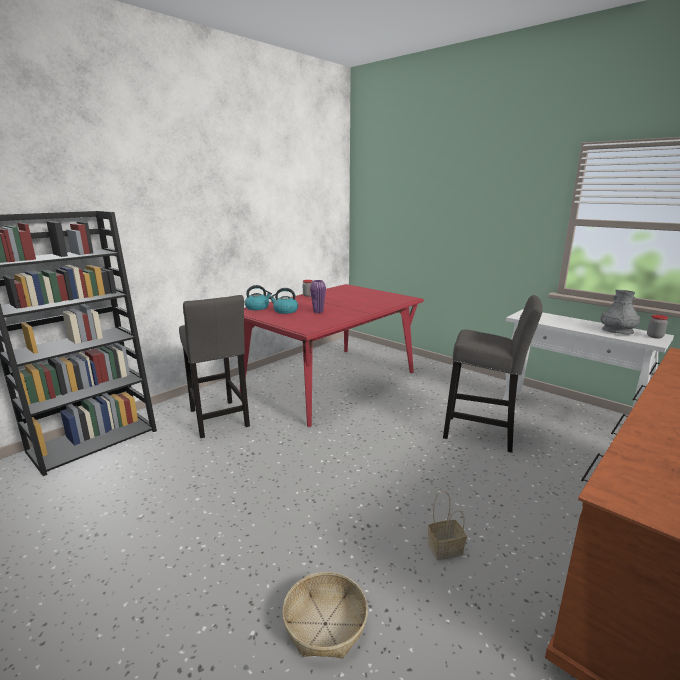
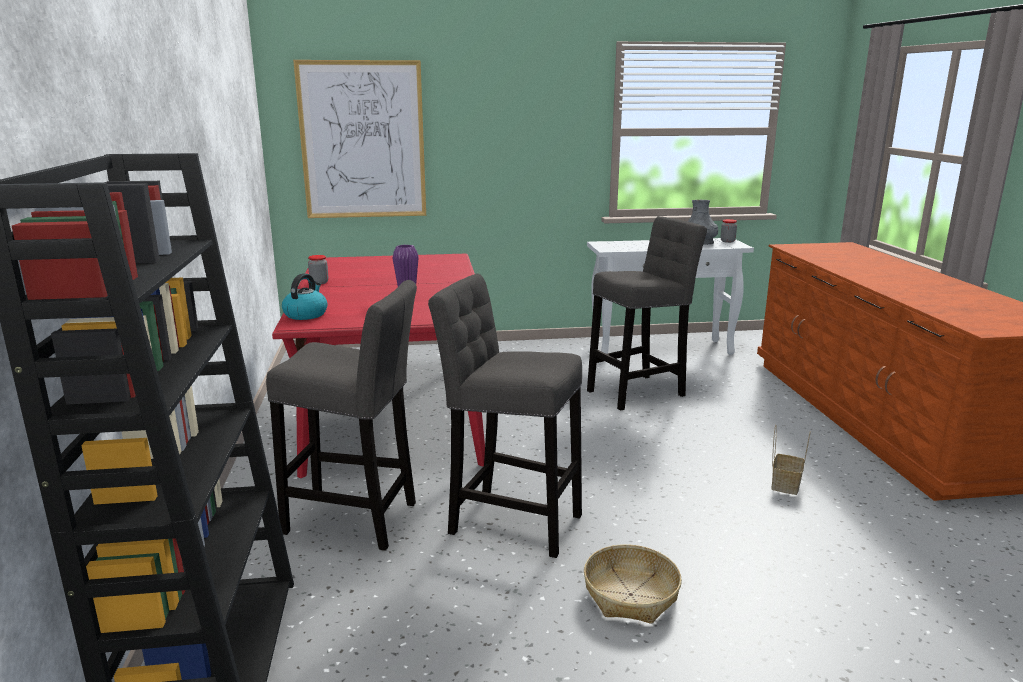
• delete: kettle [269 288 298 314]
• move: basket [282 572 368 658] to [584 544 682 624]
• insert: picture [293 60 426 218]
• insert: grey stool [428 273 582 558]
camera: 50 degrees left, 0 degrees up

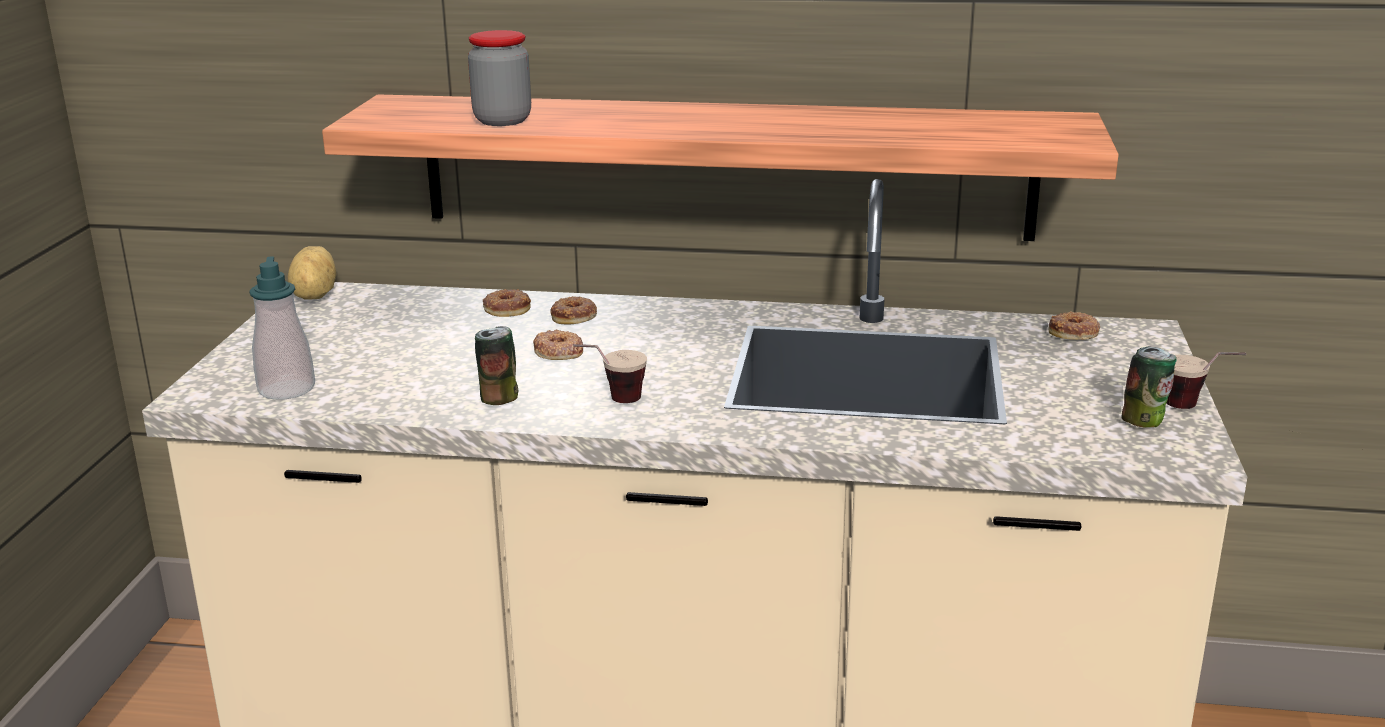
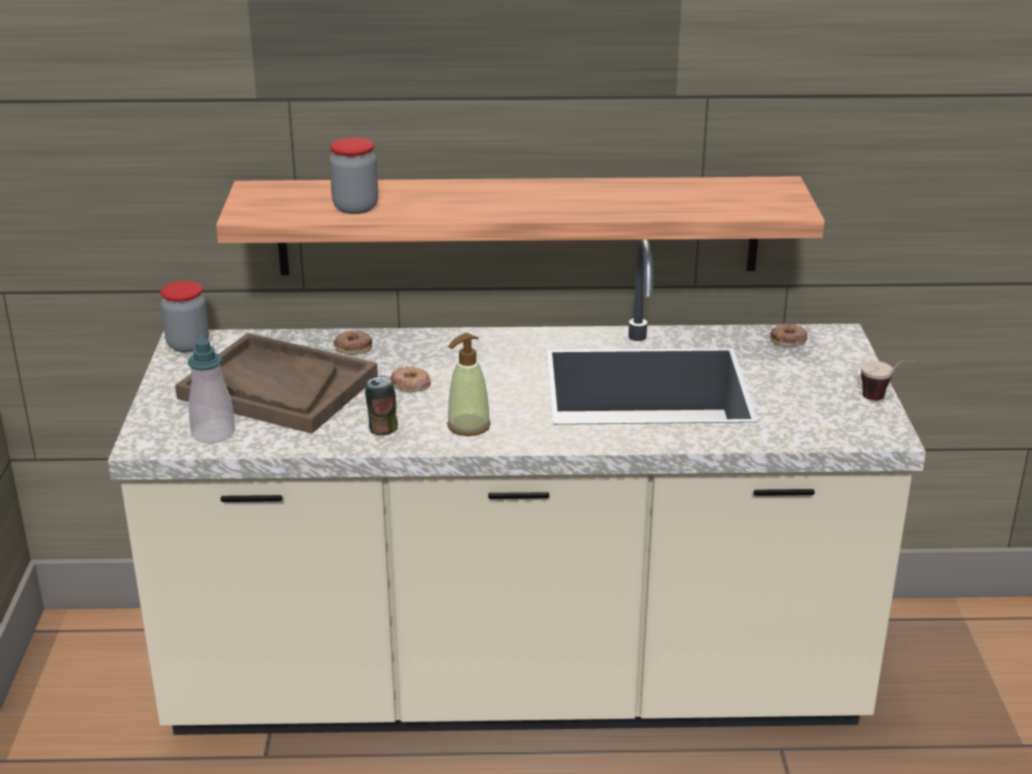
• replace: potato [288 246 337 300] to jar [160 281 209 352]
• delete: donut [550 296 597 324]
• replace: cup [573 344 647 403] to soap dispenser [447 333 491 436]
• delete: can [1121 347 1177 428]
• insert: brown tray [175 333 378 434]
camera: 10 degrees left, 5 degrees up

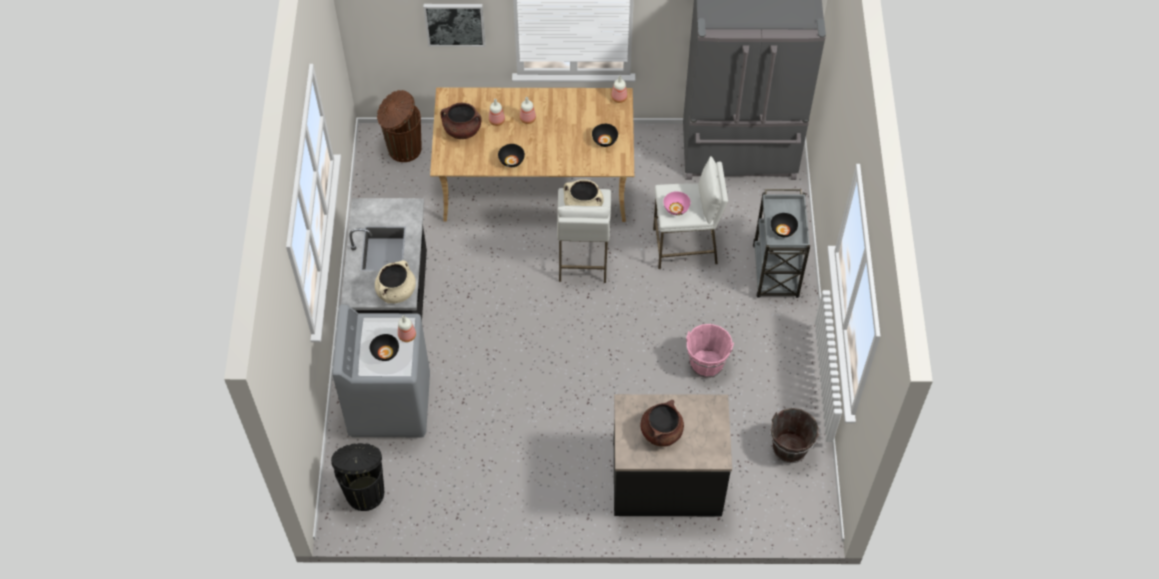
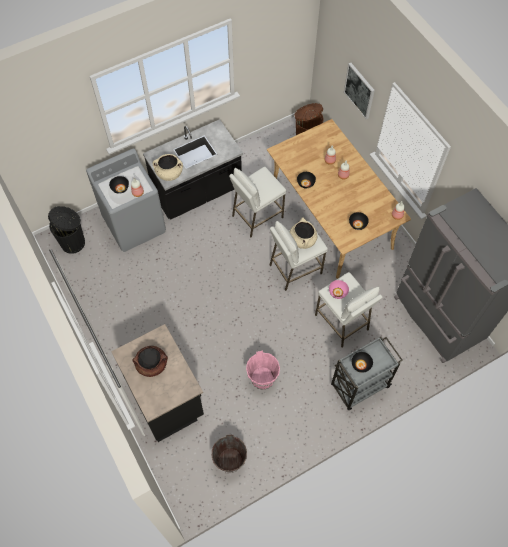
• delete: brown cooking pot [440 103 482 139]
• insert: white stool [229 167 286 238]
camera: 60 degrees right, 5 degrees up

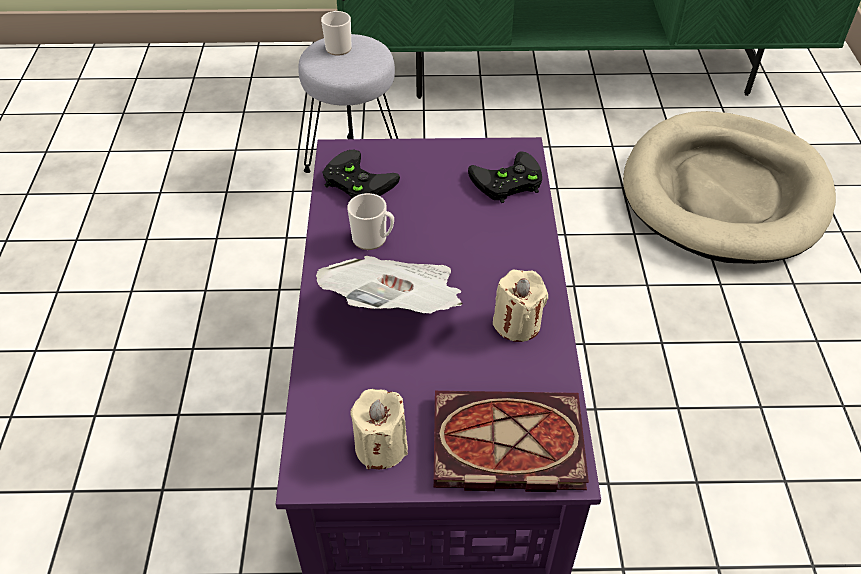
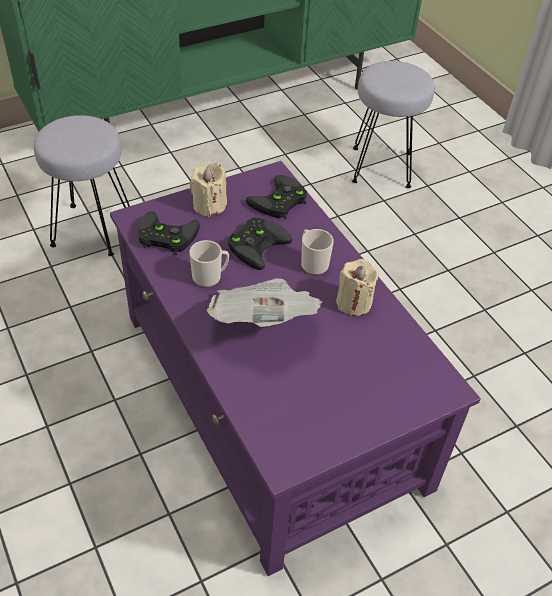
• move: mug [321 11 352 56] to [301 229 334 275]
• replace: beige dog bed [623 111 836 264] to grey stool [352 61 435 188]
• move: beige candle [350 389 408 469] to [190 163 227 217]
• delete: book [434 391 589 492]
• insert: black game controller [228 217 292 270]
camera: 30 degrees left, 0 degrees up

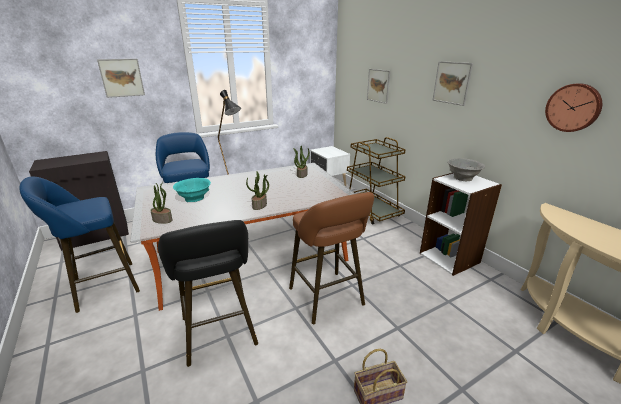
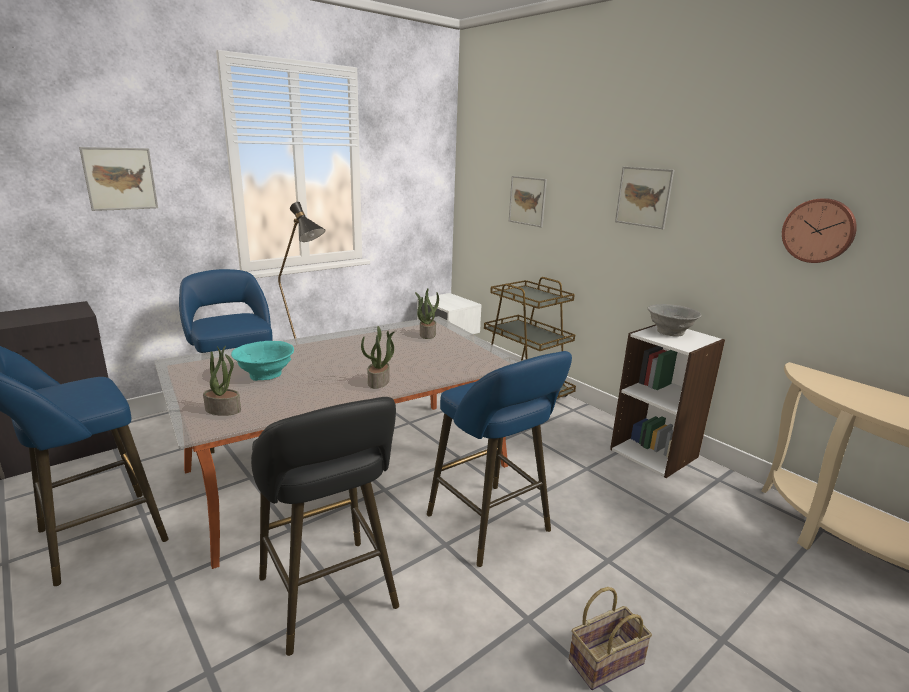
• recolor: brown stool [289 192 374 324] to blue stool [427 351 572 567]
camera: 10 degrees left, 5 degrees down

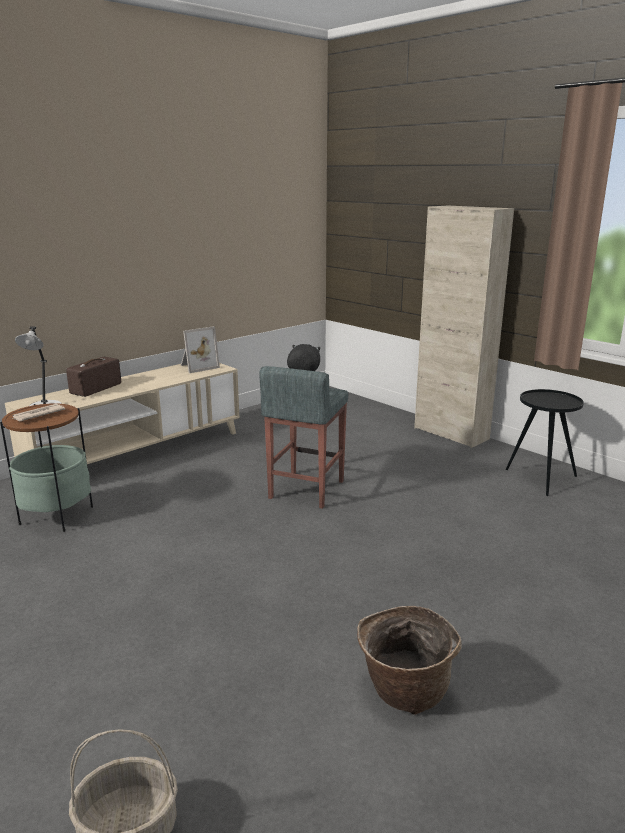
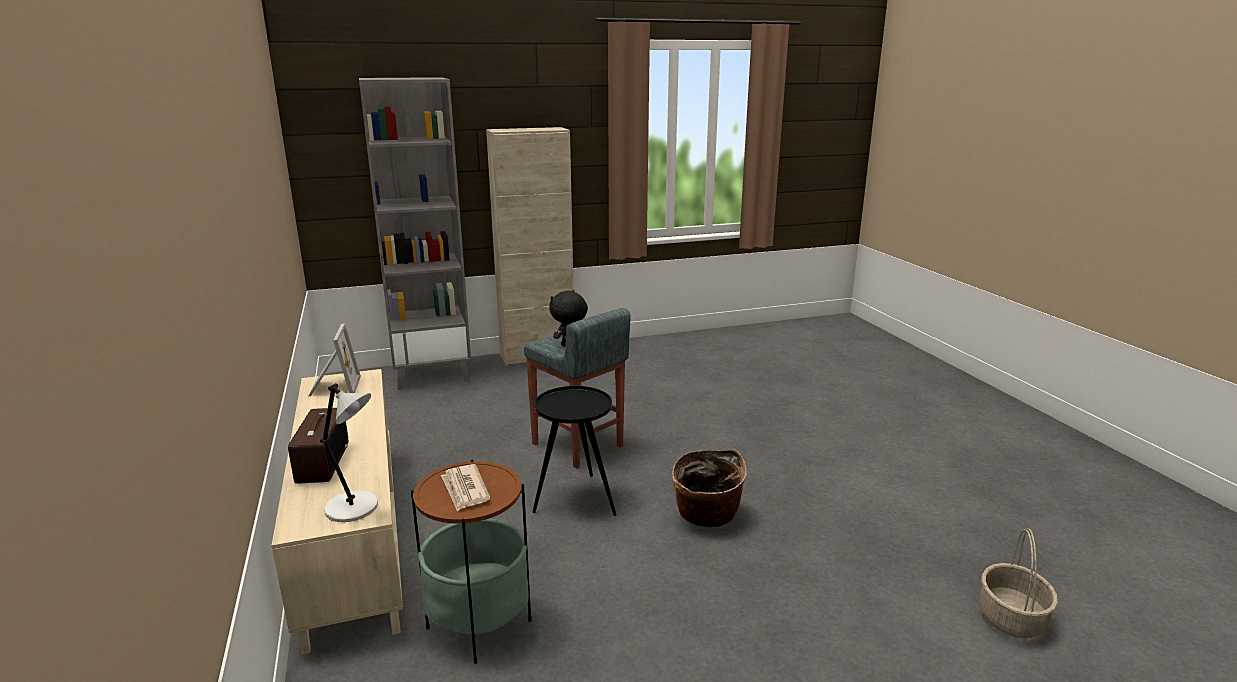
• rotate: radio [66 357 121 397] = [288 408 348 484] 150 degrees counterclockwise
• move: black side table [506 389 584 496] to [532 386 616 516]
• move: basket [357 606 462 715] to [672 450 747 527]
• insert: grey bookcase [359 77 471 390]
camera: 65 degrees left, 0 degrees up

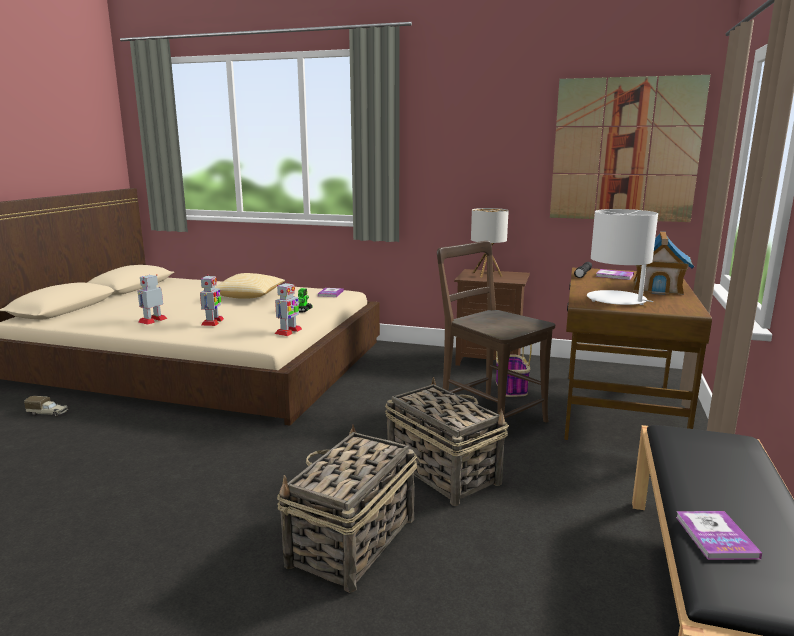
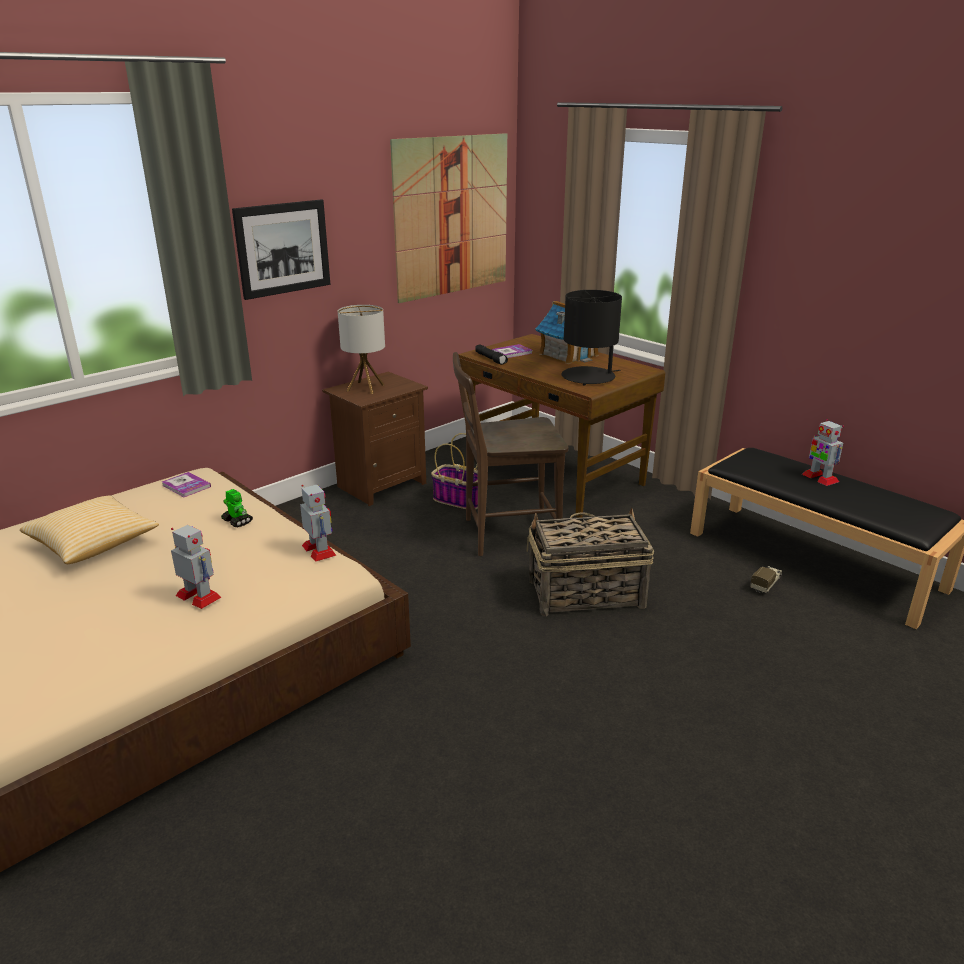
• recolor: white table lamp [587 209 658 305] to black table lamp [561 290 622 386]
• move: toy robot [137 274 168 325] to [802 419 844 486]
• move: toy truck [24 396 68 417] to [750 566 782 593]
• delete: basket [277 425 417 593]
• delete: book [676 511 762 560]
• insert: picture [232 199 330 300]
camera: 60 degrees left, 10 degrees up

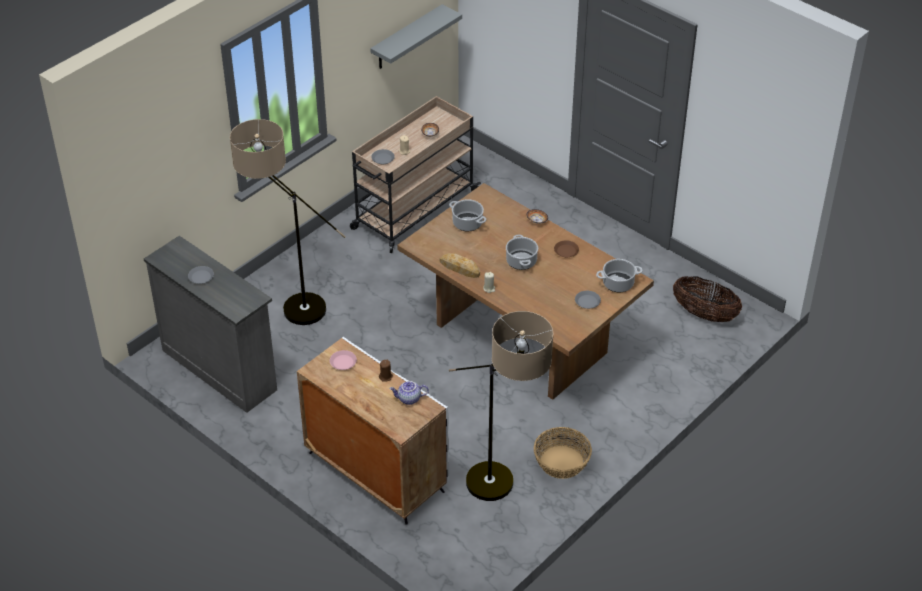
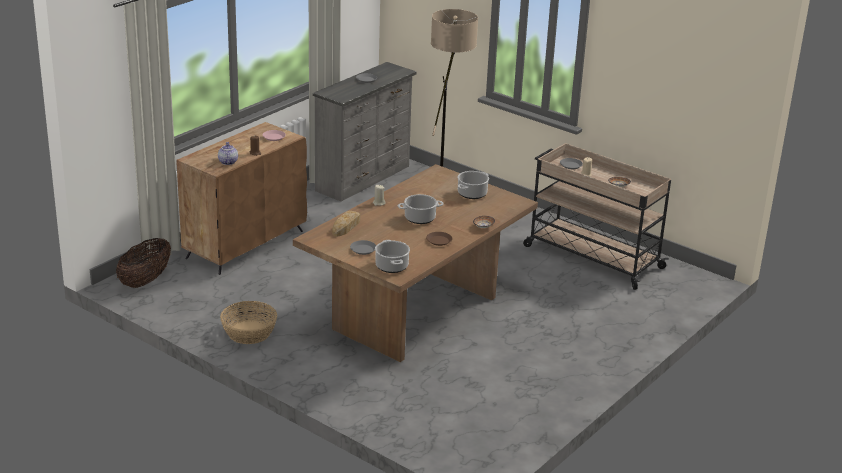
• delete: grey shelf [370 4 462 69]
• move: bread [440 253 480 278] to [332 211 360 237]
• move: basket [673 276 742 322] to [116 238 171 288]
• delete: floor lamp [449 311 554 501]
• recolor: white cabinet [297 337 449 525] to brown cabinet [176 122 307 275]
camera: 85 degrees right, 15 degrees down

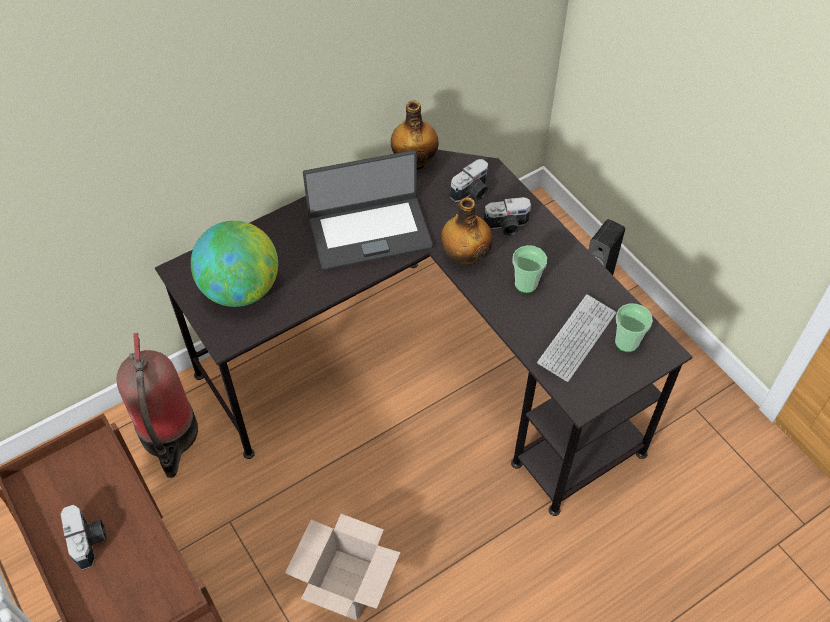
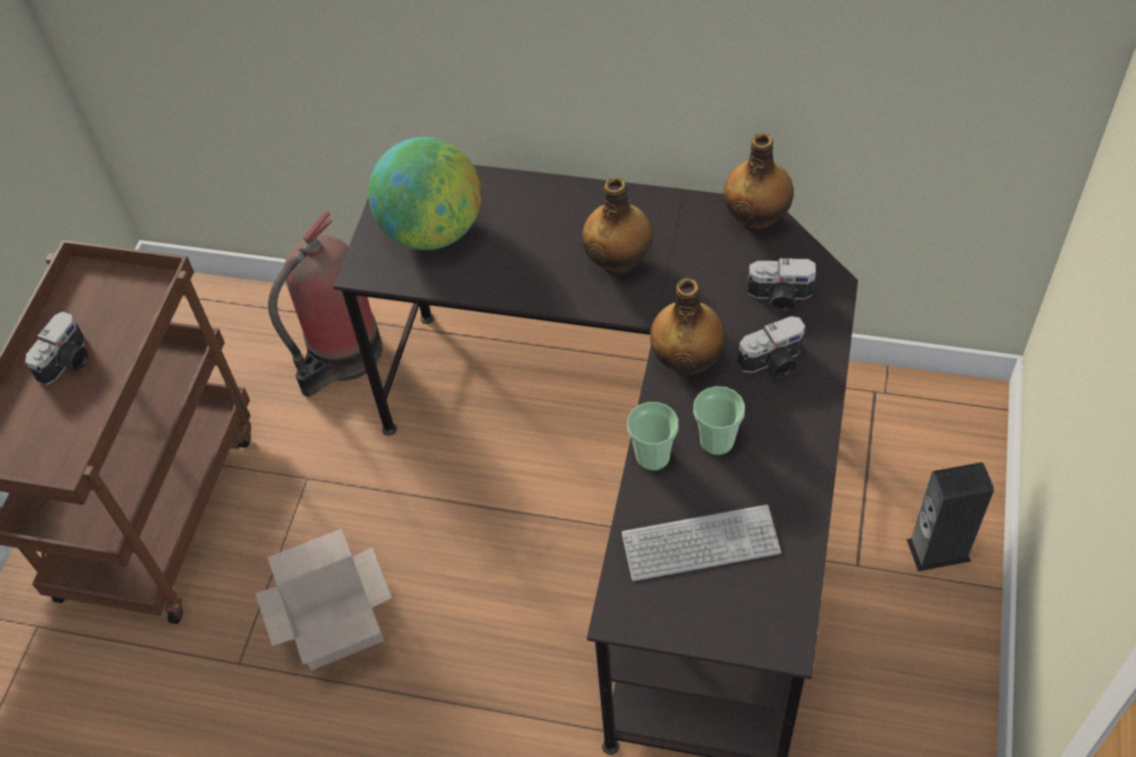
• replace: laptop [303 150 433 270] to bottle [582 177 653 275]
• rotate: photo camera [484 197 531 236] = [737 316 805 378] 60 degrees counterclockwise
• move: cup [615 303 653 352] to [627 402 679 471]
camera: 50 degrees right, 0 degrees up

